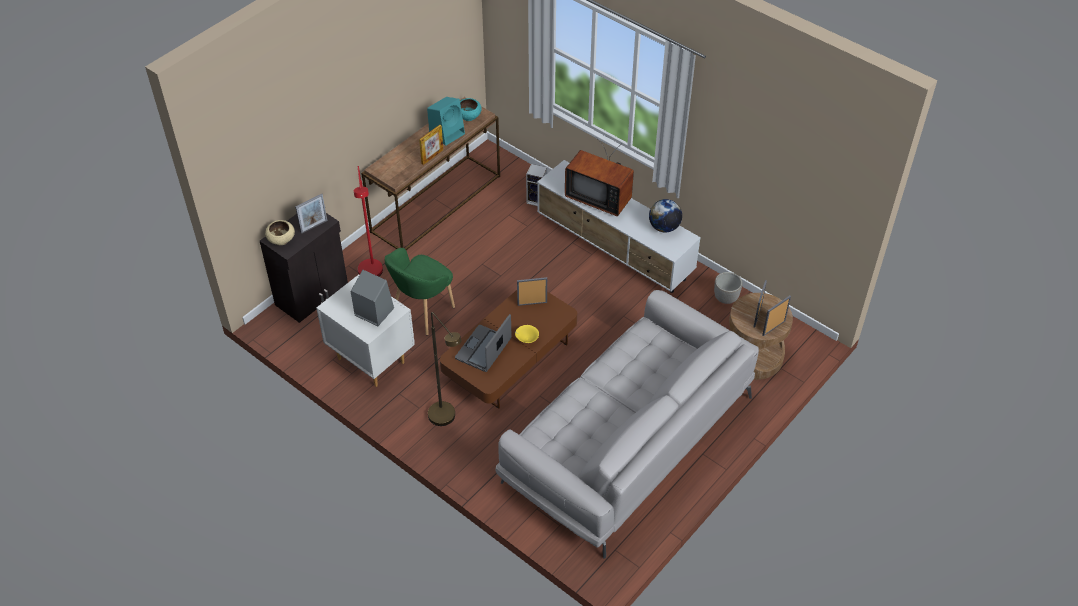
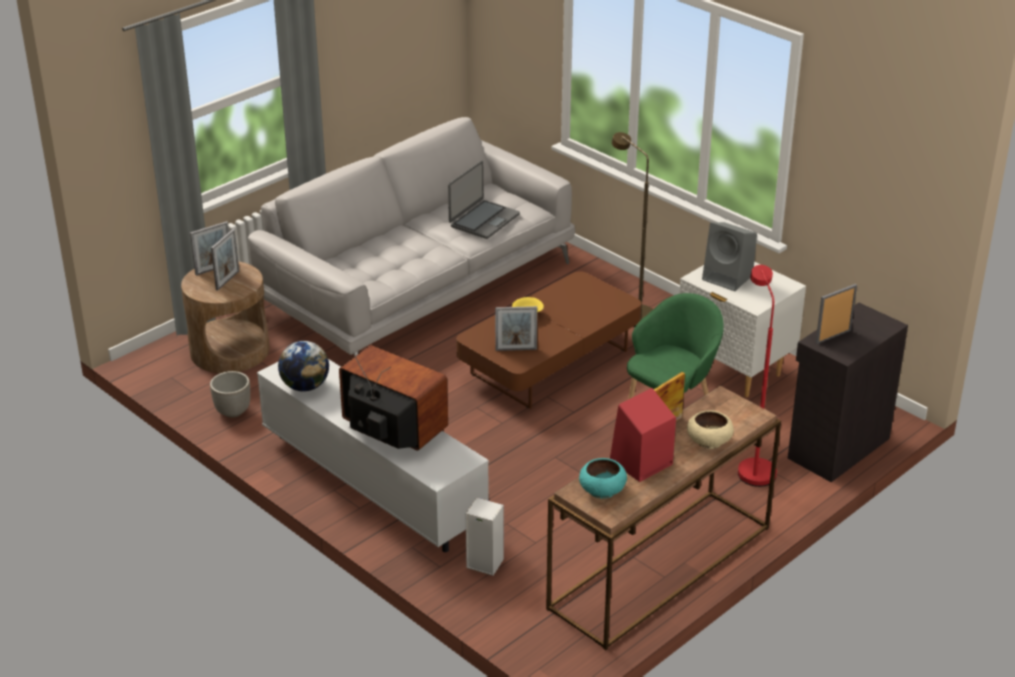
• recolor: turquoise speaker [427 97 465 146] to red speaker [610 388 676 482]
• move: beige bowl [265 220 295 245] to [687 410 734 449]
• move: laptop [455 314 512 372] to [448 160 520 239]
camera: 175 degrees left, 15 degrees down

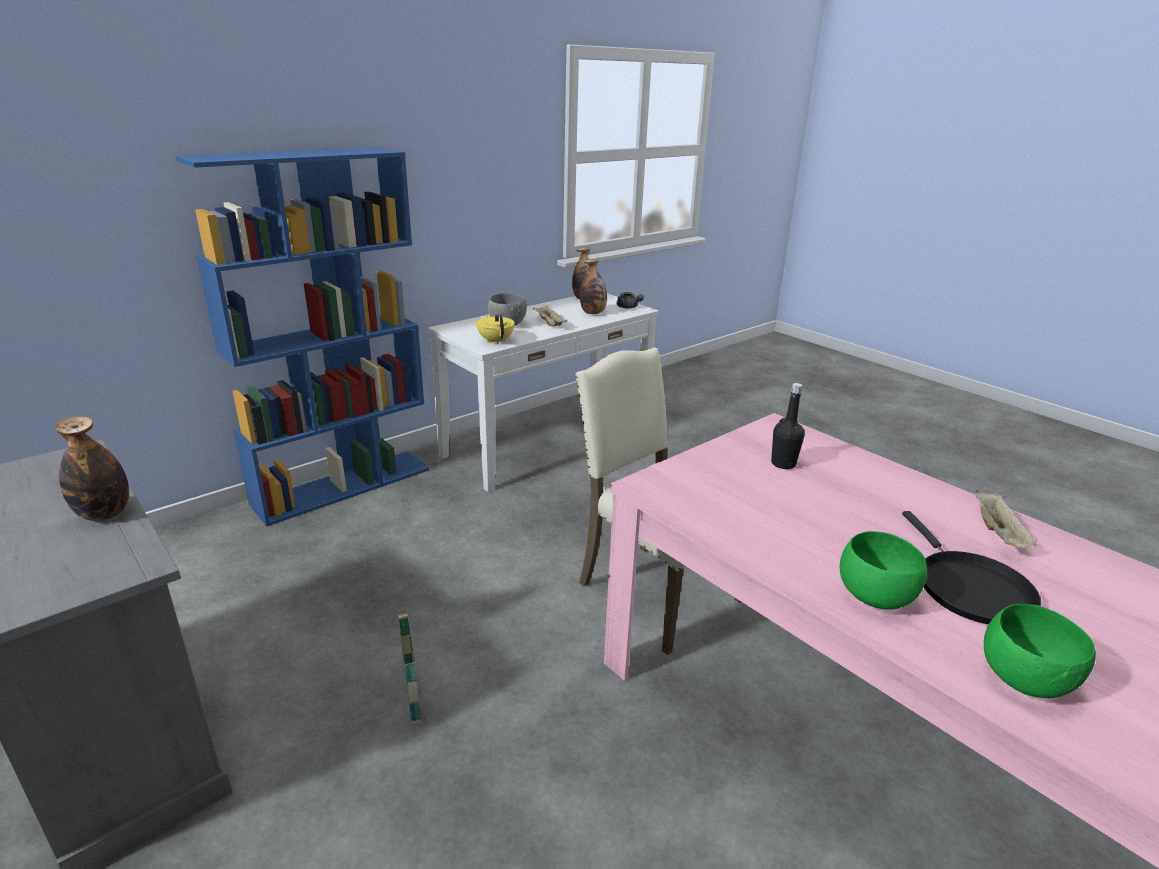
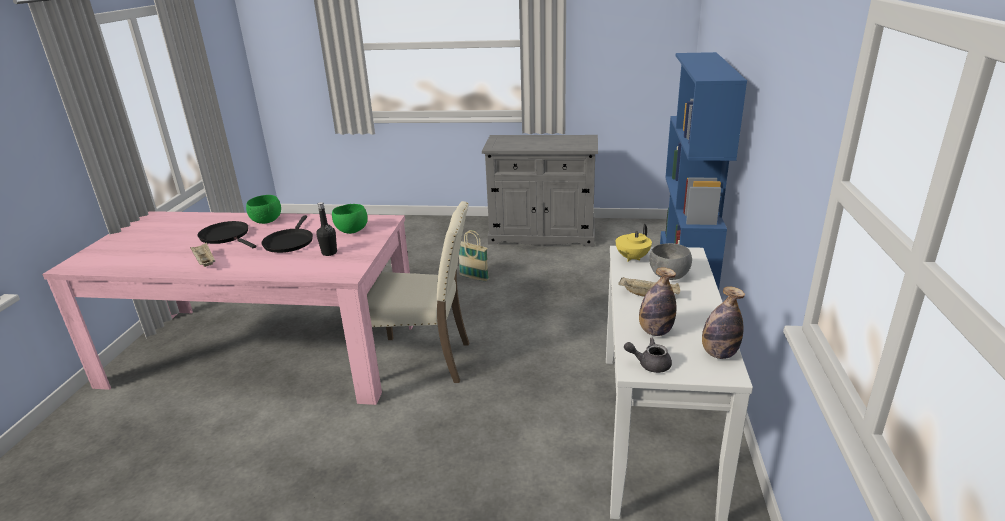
• rotate: yellow teapot [476 314 515 344] = [616 223 652 262] 105 degrees clockwise
• delete: bottle [56 416 129 521]
• move: green bowl [984 604 1096 698] to [332 204 368 234]
• insert: black frying pan [262 215 313 253]
camera: 140 degrees right, 0 degrees up

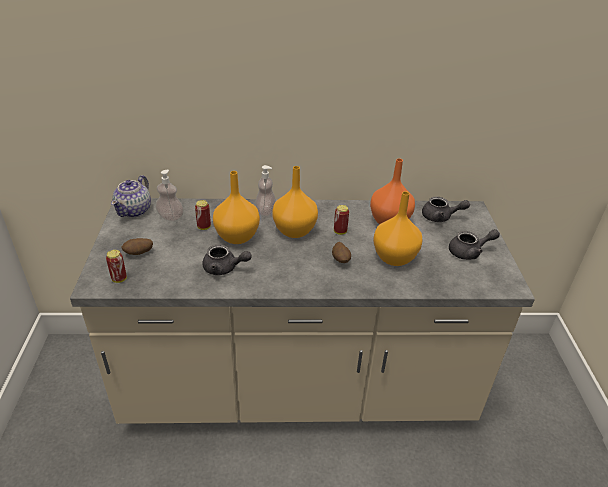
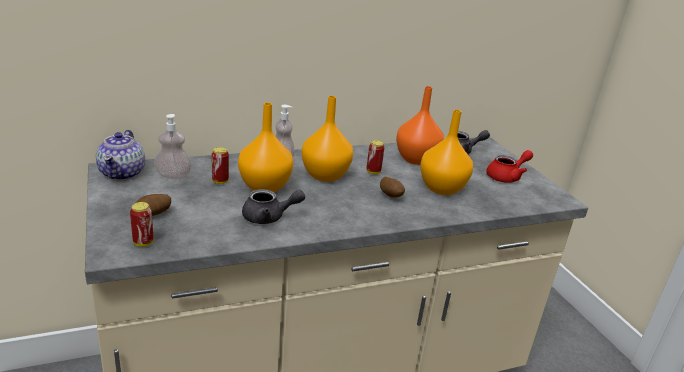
• recolor: grey teapot [449 229 500 260] to red teapot [486 150 533 183]
camera: 20 degrees left, 10 degrees down

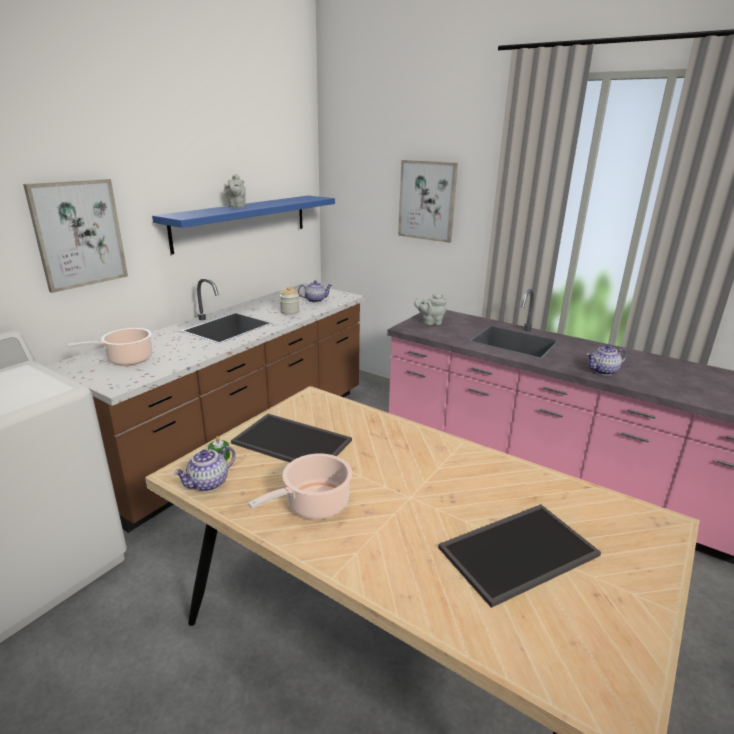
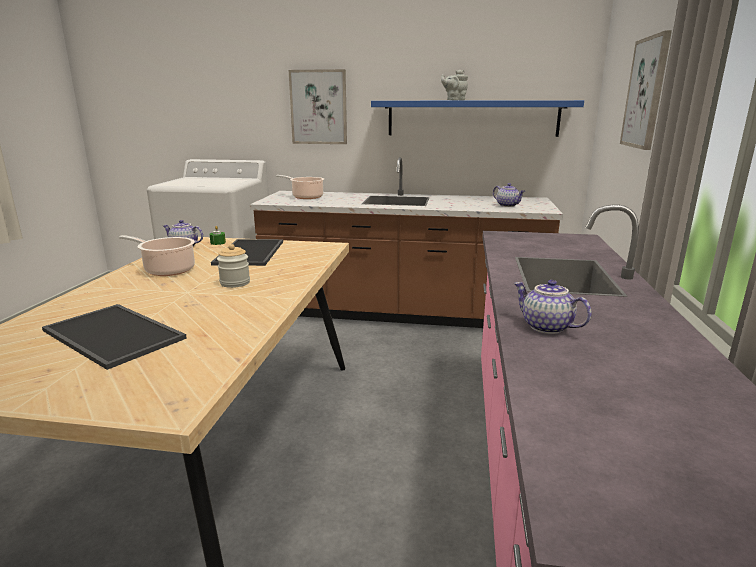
• move: jar [280 287 299 315] to [217 244 250 288]
• delete: grey teapot [414 293 447 325]
camera: 65 degrees right, 5 degrees down

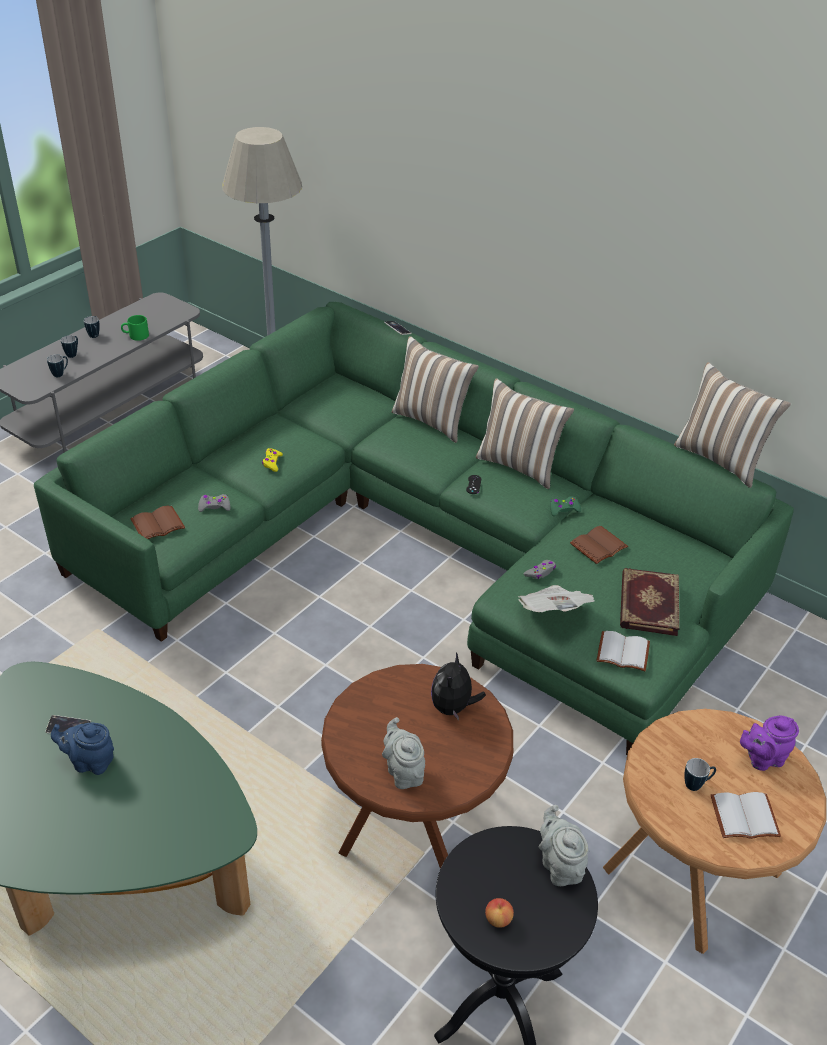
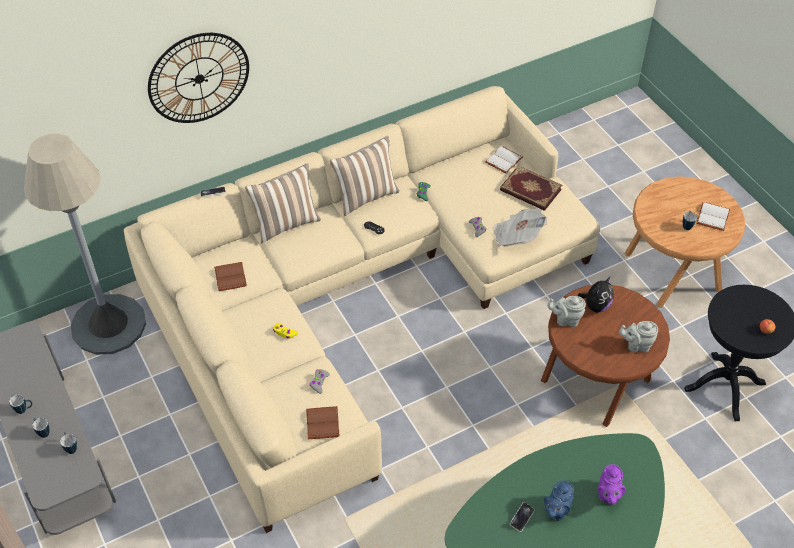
• recolor: green sofa [34 302 794 755] to beige sofa [124 86 600 533]
• delete: green mug [121 315 149 341]
• delete: pillow [674 362 791 488]
• move: brown book [570 526 628 564] to [214 262 247 291]
• move: white book [597 631 650 672] to [485 146 523 173]
• rotate: plush toy [431 652 486 720] = [578 277 614 312] 90 degrees counterclockwise
• move: purple teapot [740 716 799 771] to [597 464 626 505]
• move: grey teapot [539 805 589 886] to [547 296 586 327]
• insert: wall clock [148 33 249 123]
camera: 65 degrees left, 10 degrees up

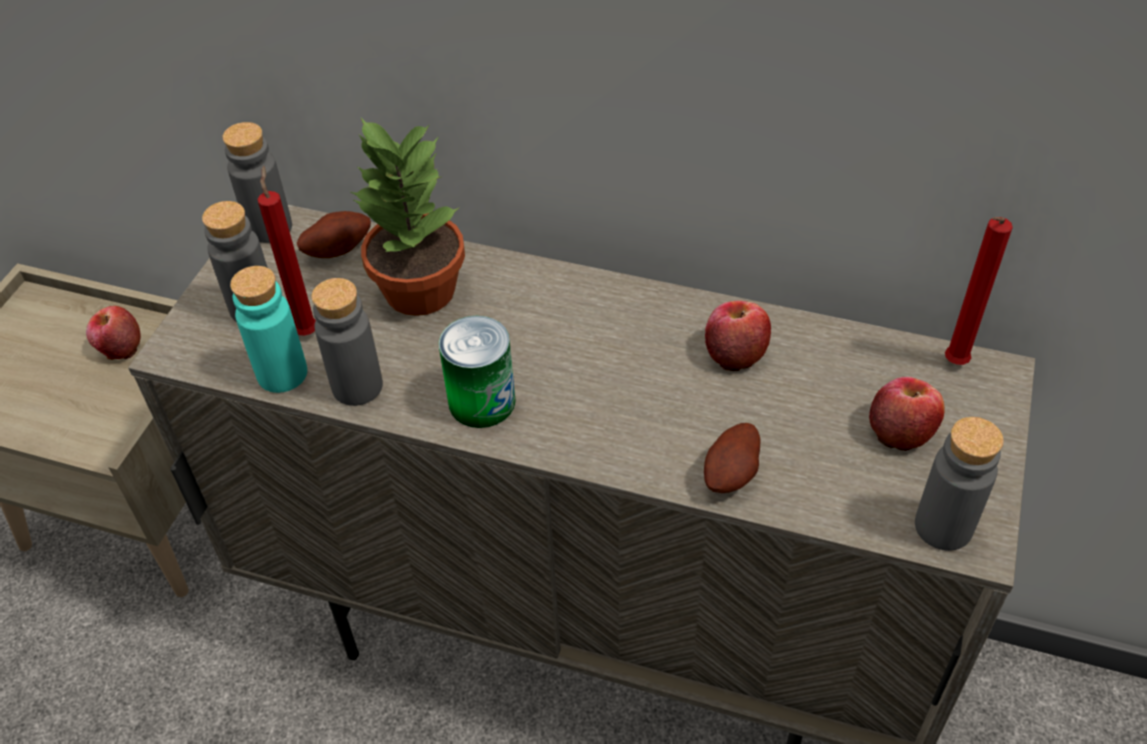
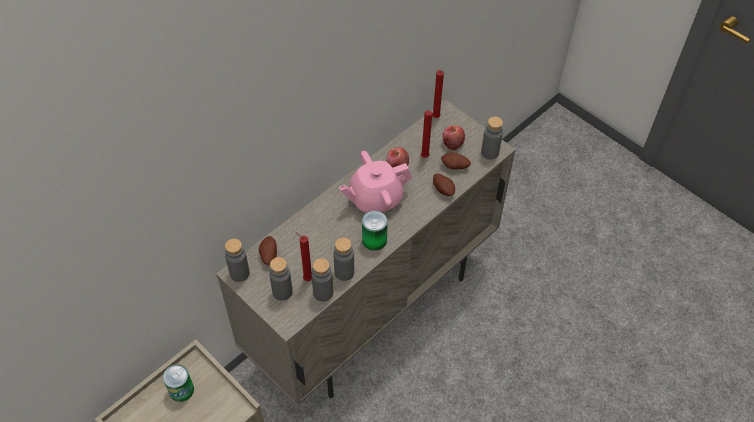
• delete: potted plant [351 118 465 316]
• recolor: turquoise bottle [230 266 307 393] to grey bottle [311 258 333 302]
• replace: apple [86 306 141 360] to can [163 364 194 402]
• insert: red candle [421 110 432 158]
• insert: pink teapot [339 151 412 214]
• insert: potato [441 152 471 170]
camera: 65 degrees left, 5 degrees up

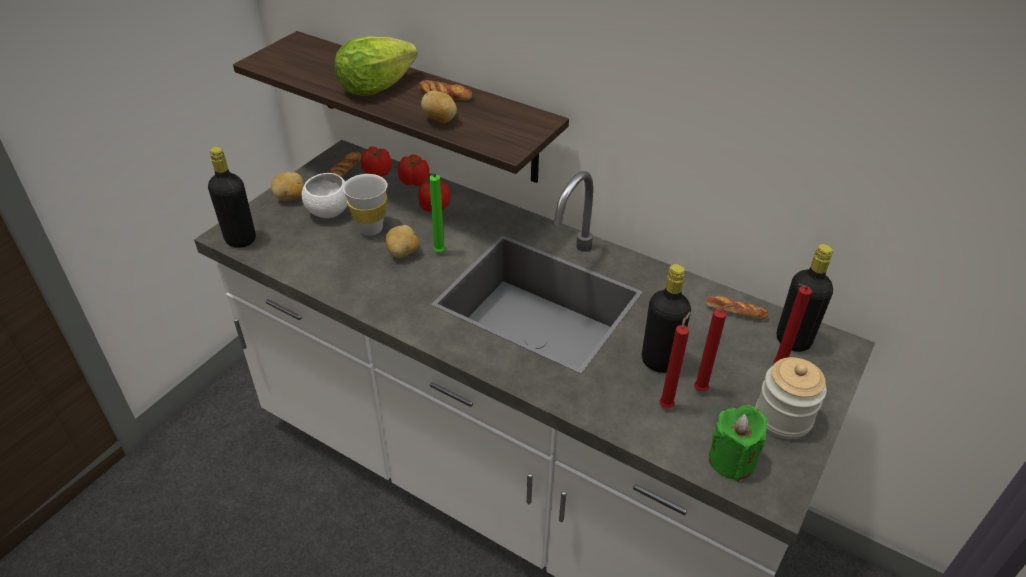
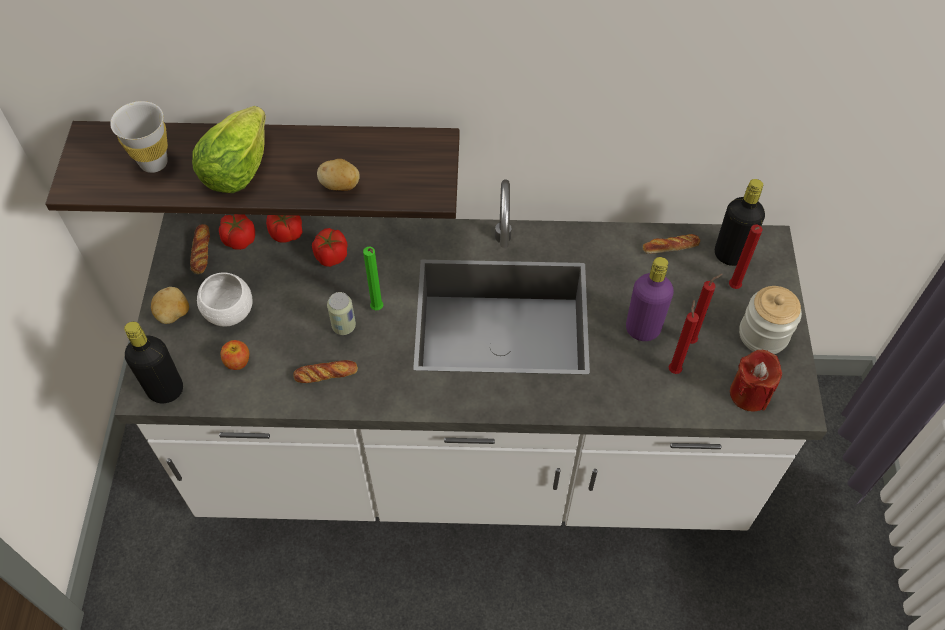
• move: bread [418 80 472 101] to [293 360 358 383]
• move: white cup [343 174 387 236] to [110 101 168 173]
• replace: potato [385 225 419 258] to can [327 292 356 335]
• recolor: black bottle [642 264 691 373] to purple bottle [626 257 674 341]
• recolor: green candle [709 405 767 481] to red candle [730 350 782 411]
• insert: apple [221 340 249 370]
camera: 30 degrees left, 15 degrees up

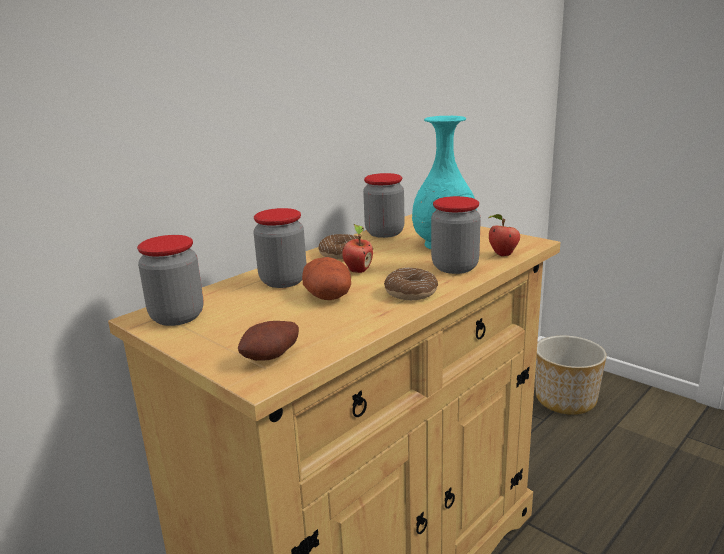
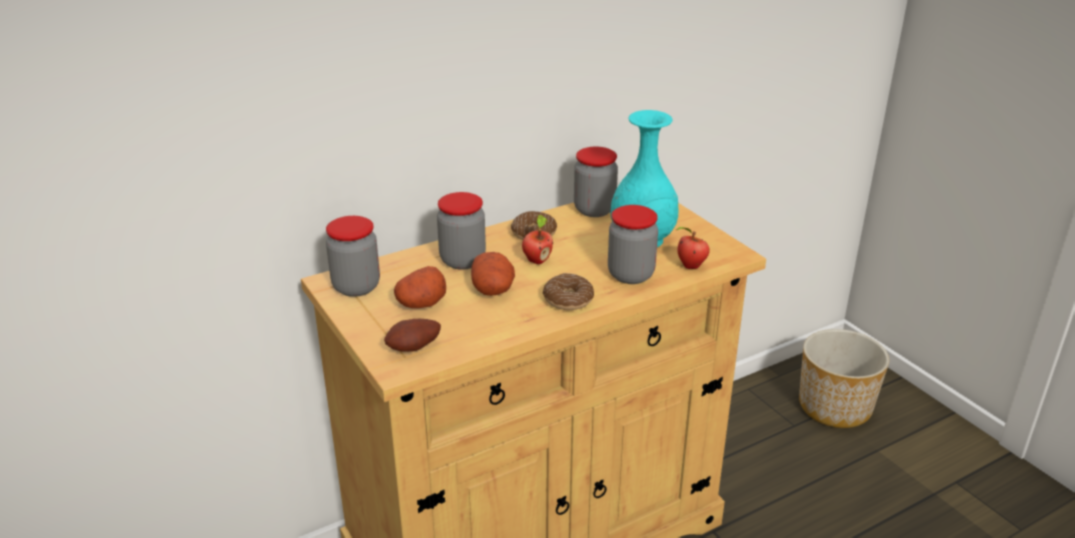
• insert: potato [394 266 446 308]
camera: 15 degrees right, 10 degrees up

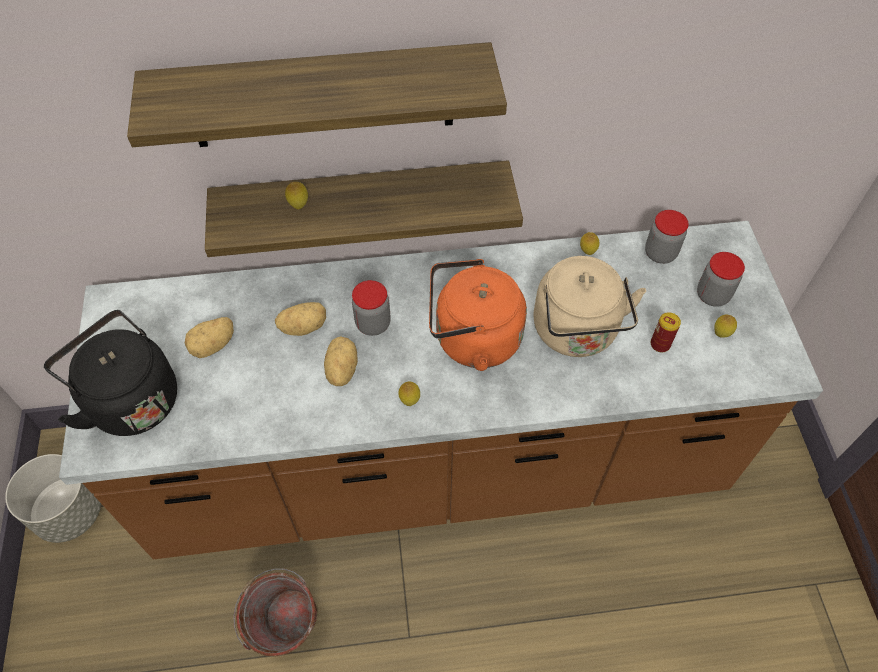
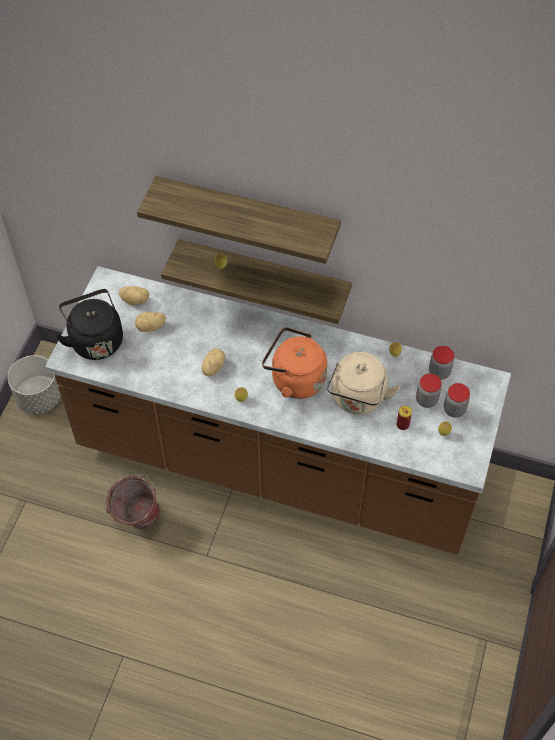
• move: jar [352 280 391 336] to [416 374 442 408]
• move: potato [275 302 326 336] to [119 286 149 305]
camera: 25 degrees right, 0 degrees up

